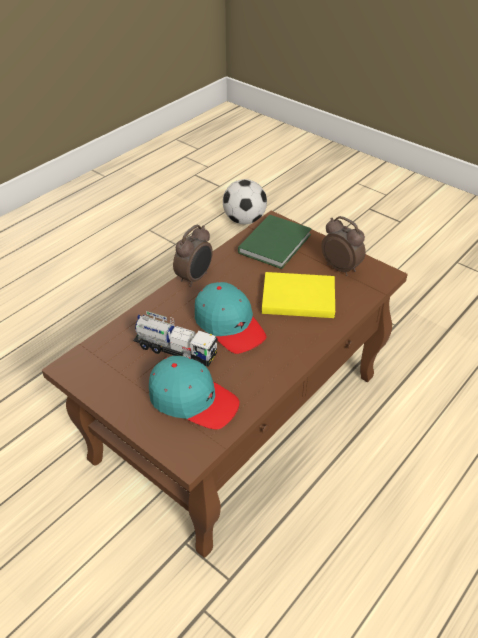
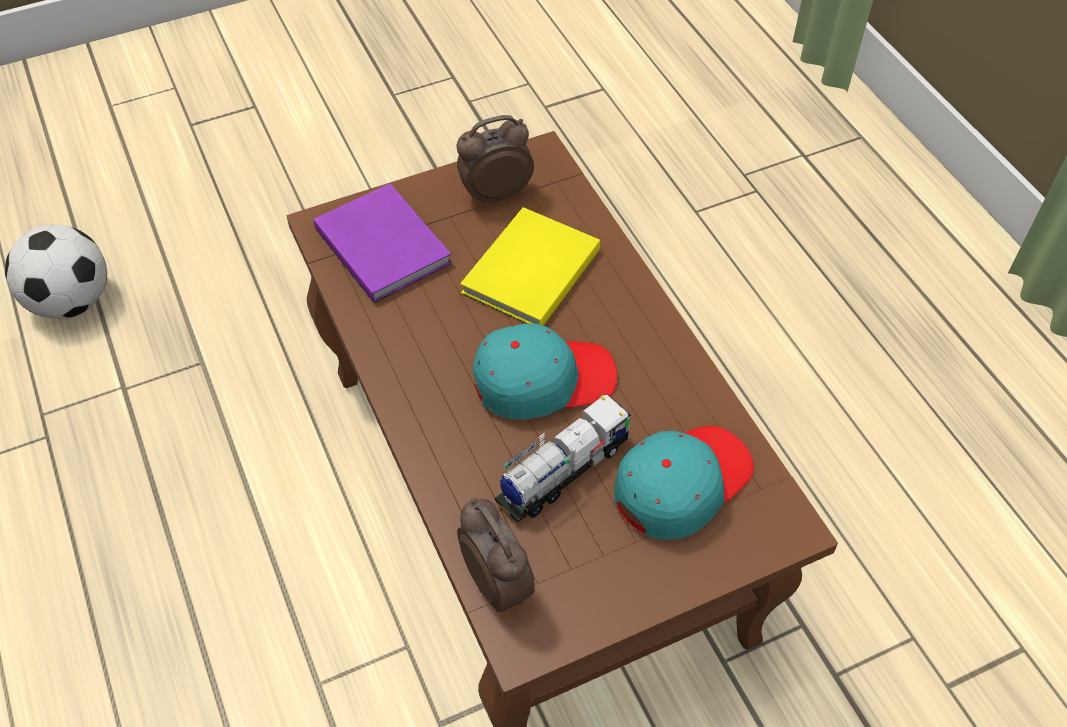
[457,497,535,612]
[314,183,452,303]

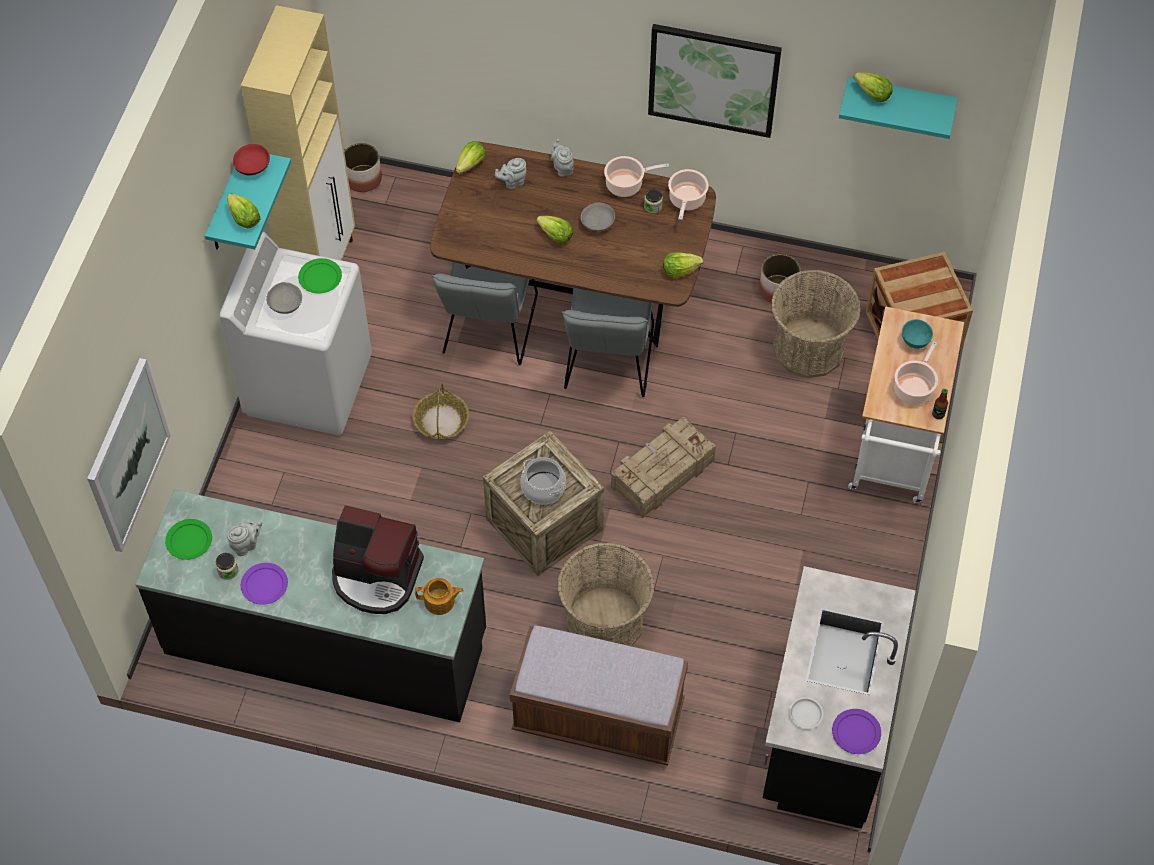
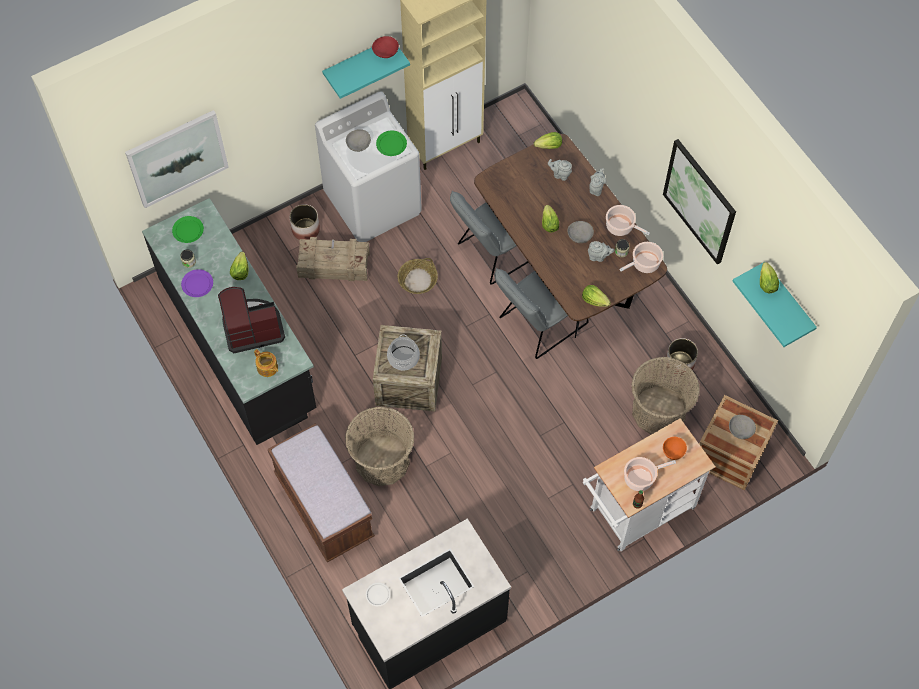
[832,709,881,754] (first image)
[729,415,756,439]
[230,252,249,280]
[588,241,614,262]
[290,204,320,240]
[296,237,370,281]
[663,437,687,460]
[218,287,285,353]

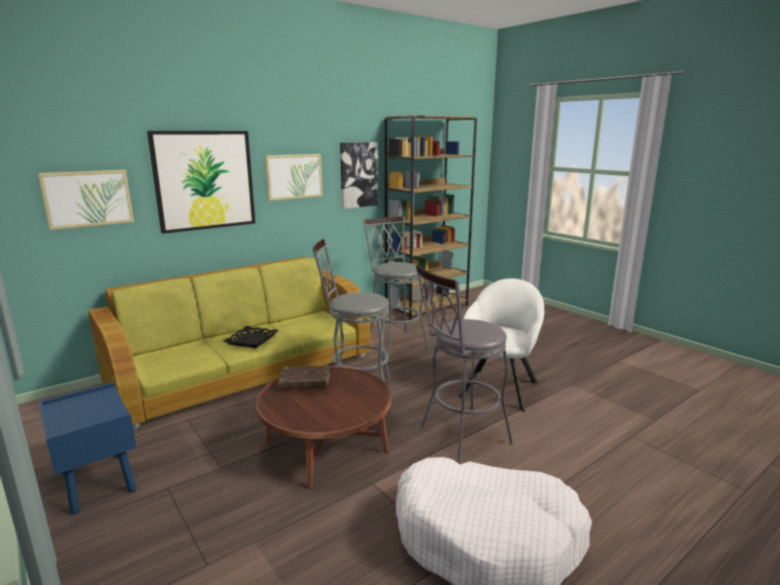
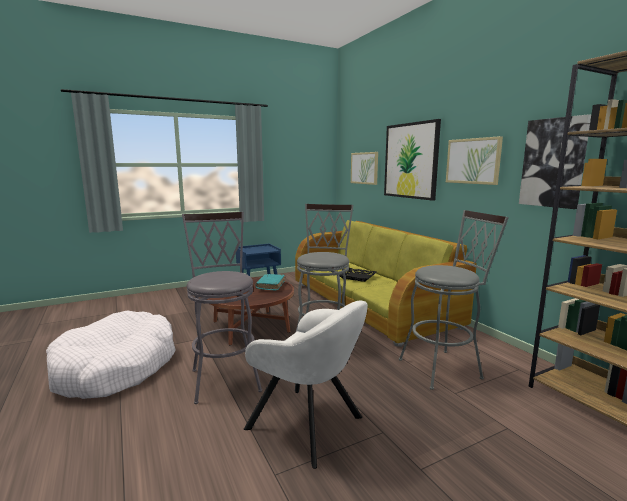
[256,274,285,291]

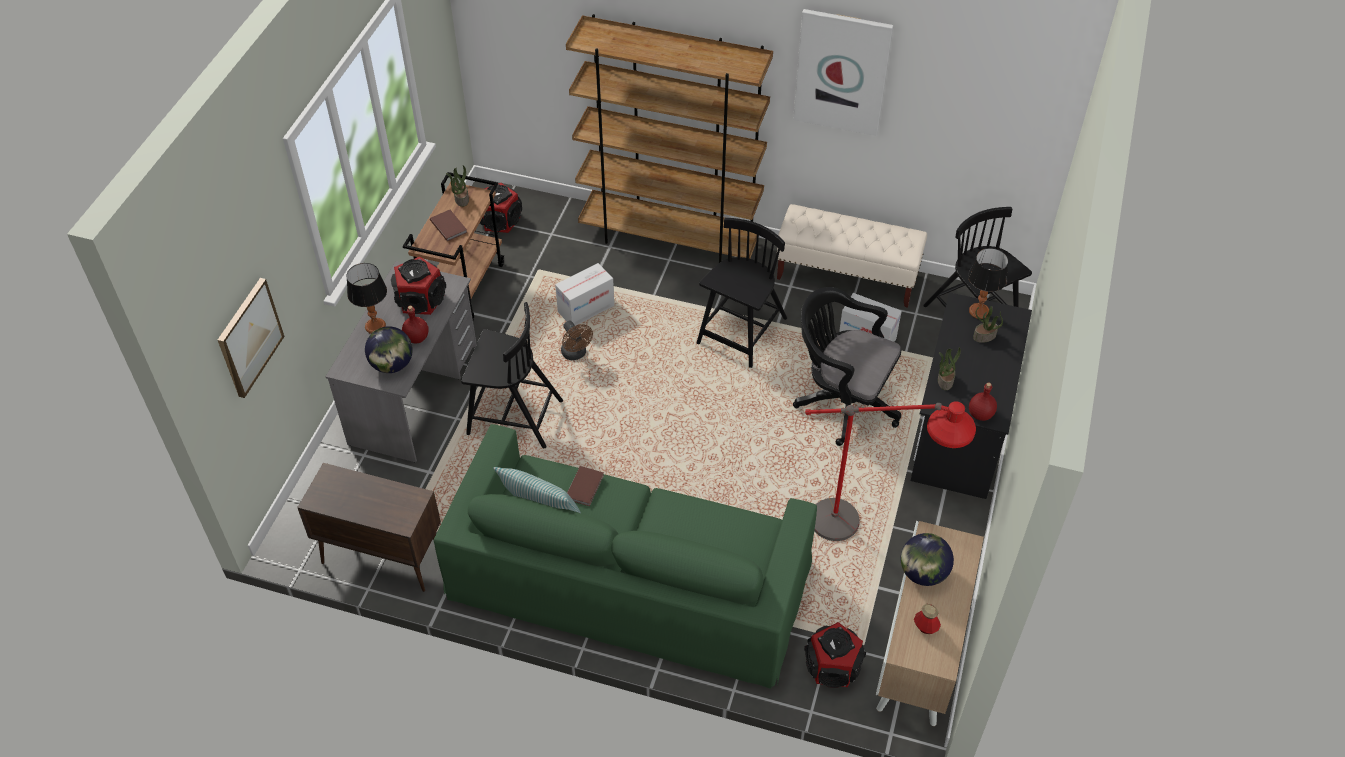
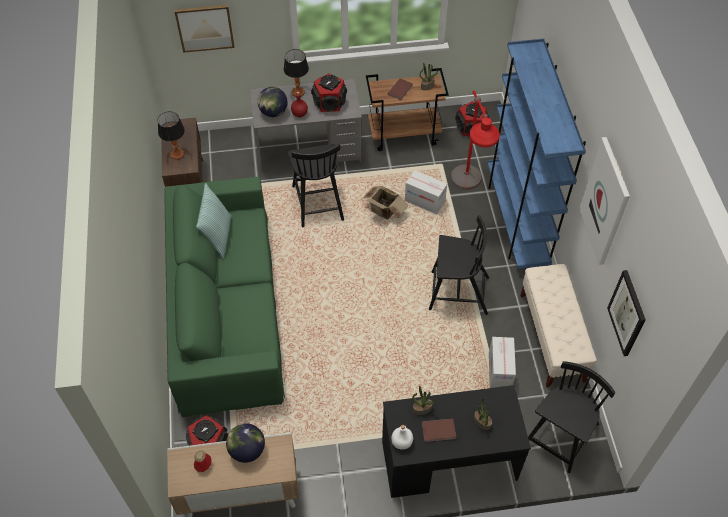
[793,287,901,446] (first image)
[607,270,646,356]
[422,419,456,442]
[450,90,500,190]
[157,111,185,159]
[362,186,409,220]
[487,39,586,269]
[391,425,413,450]

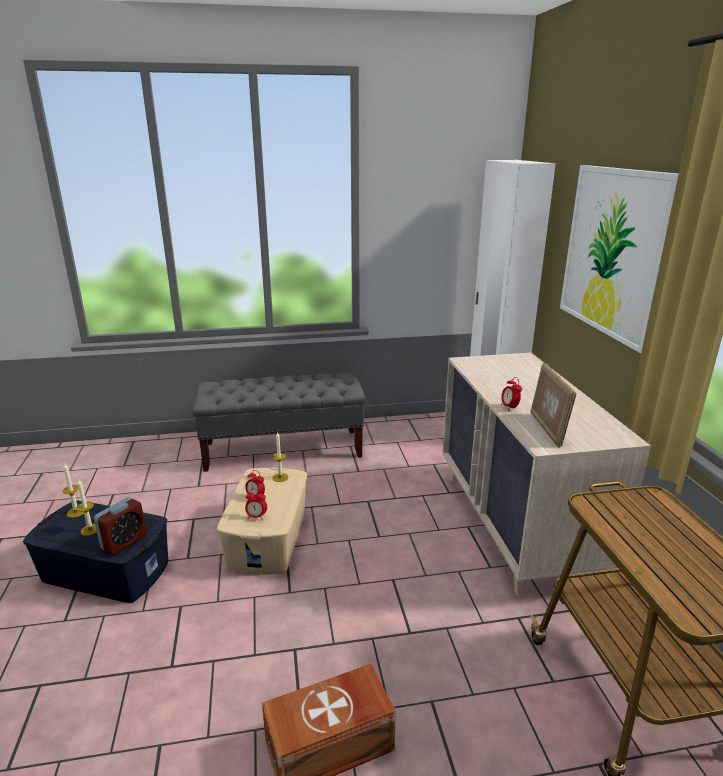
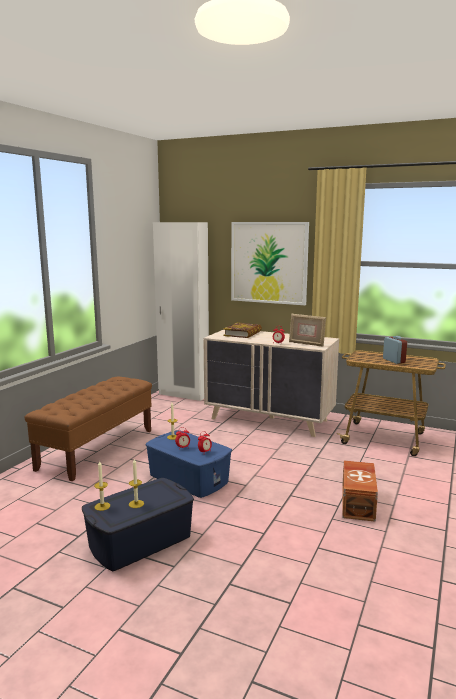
[224,322,262,338]
[383,336,407,364]
[25,377,152,481]
[146,430,232,498]

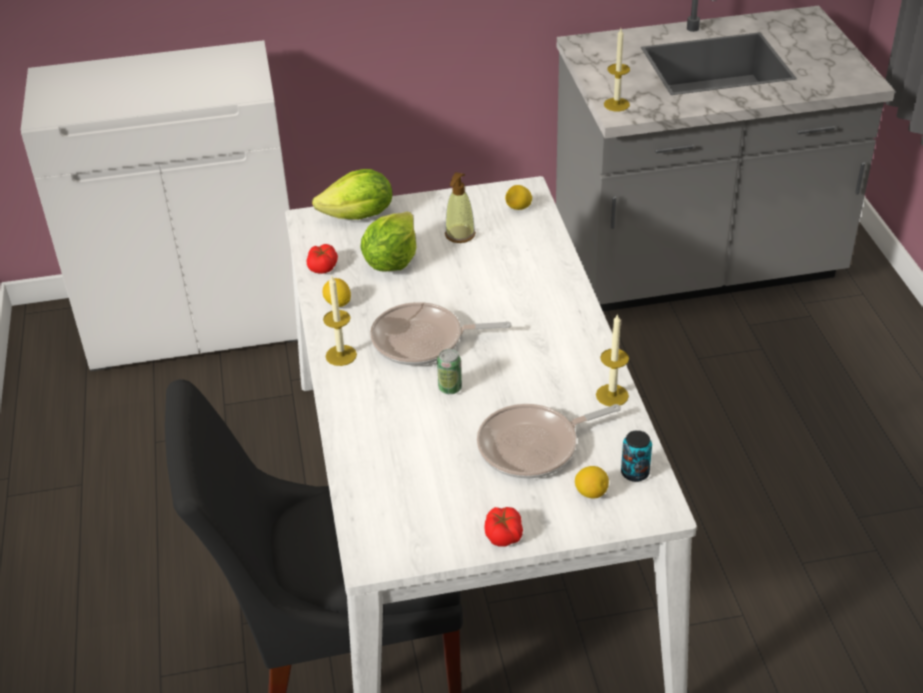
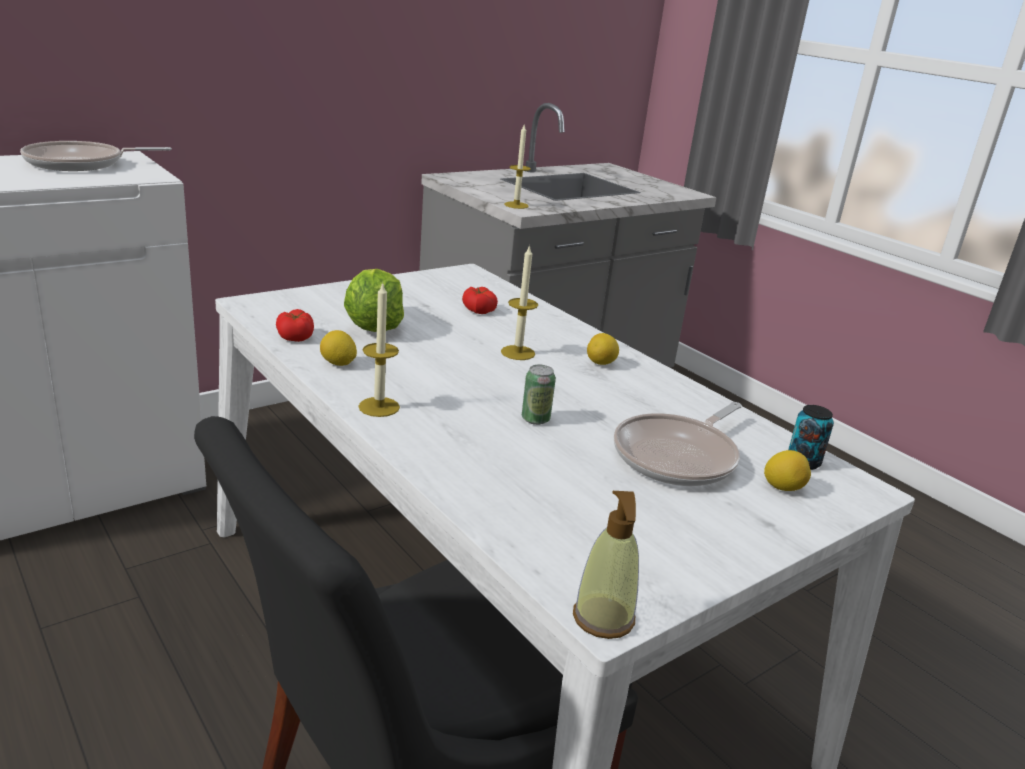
[312,169,392,220] (first image)
[20,141,172,171]
[573,491,639,639]
[462,287,498,314]
[587,333,619,365]
[501,244,538,360]

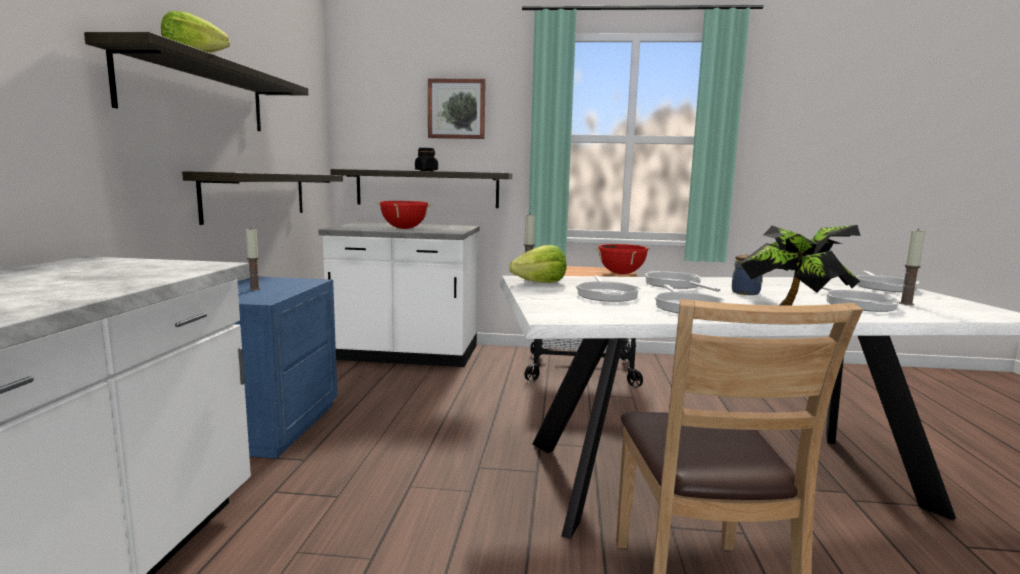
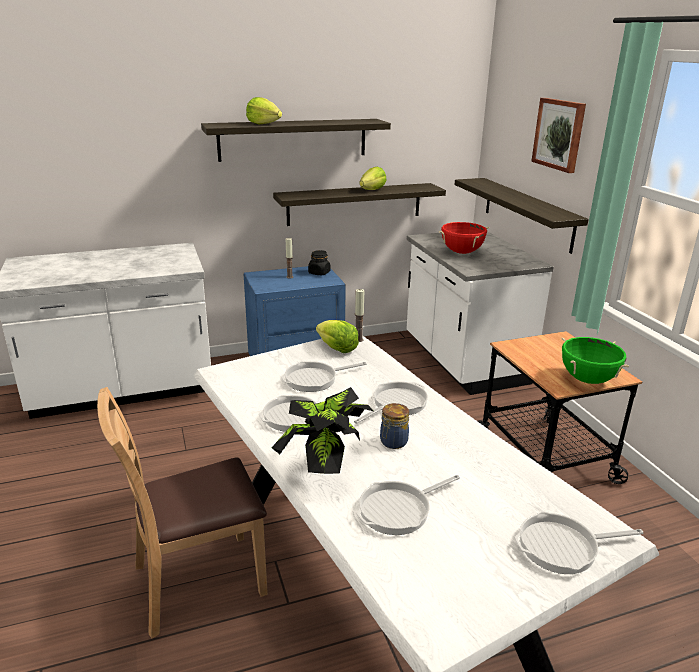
[899,228,925,305] (first image)
[359,167,386,190]
[308,250,330,275]
[561,337,629,384]

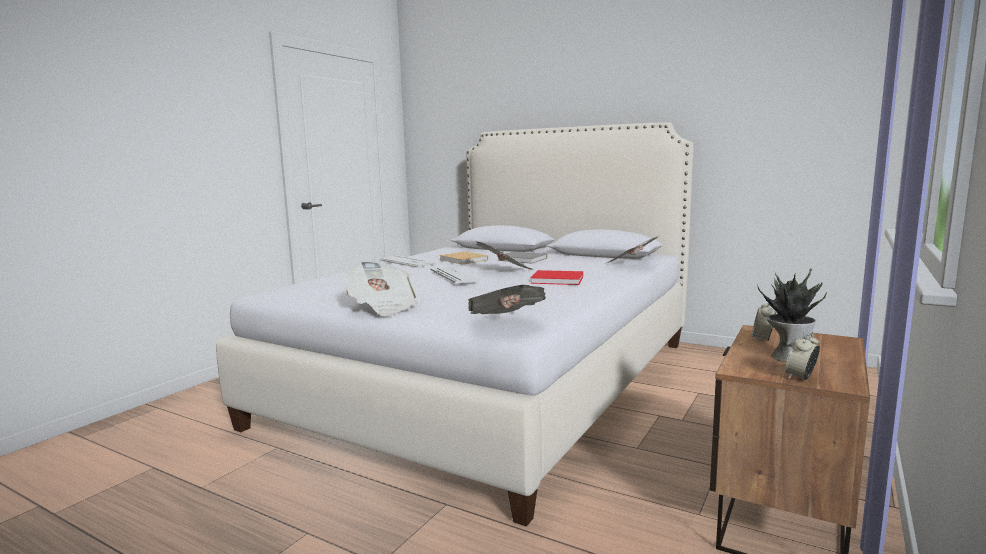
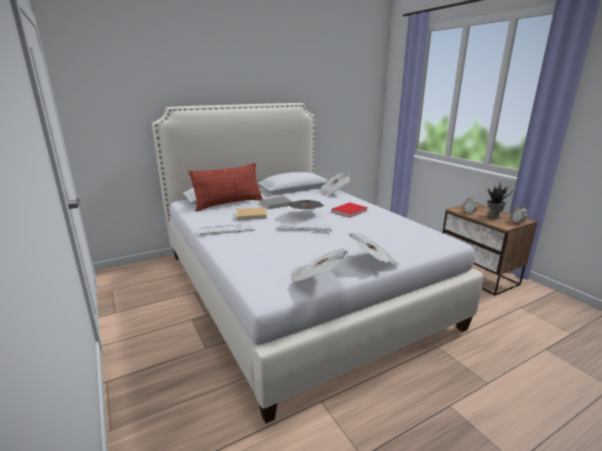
[188,163,263,212]
[293,248,349,283]

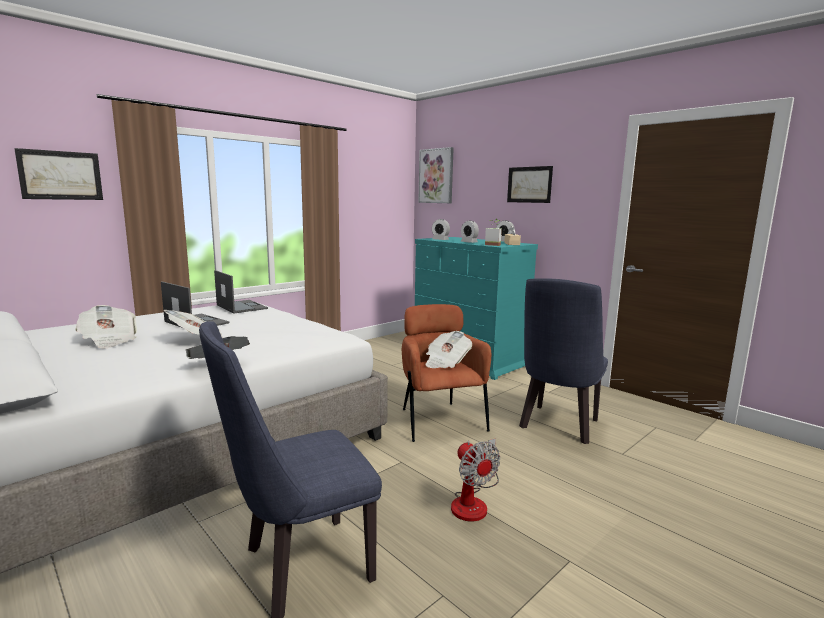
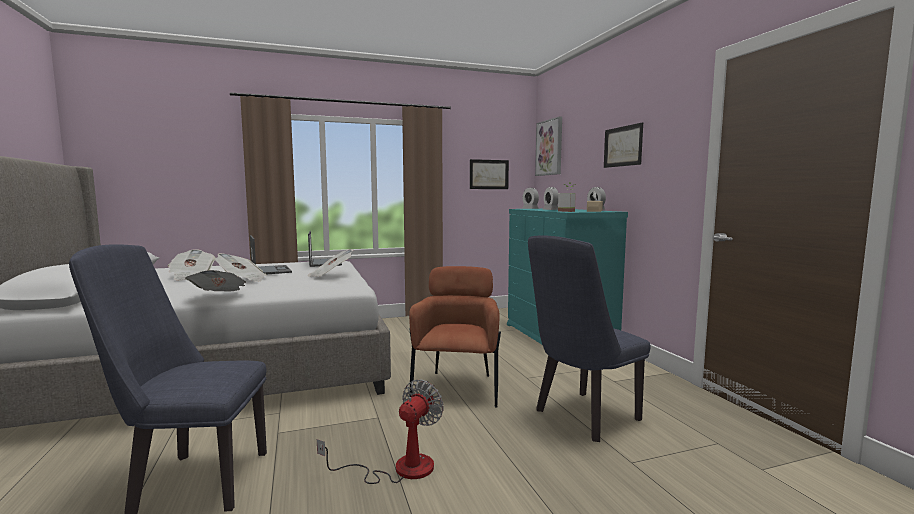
[470,159,509,189]
[308,249,354,277]
[317,379,444,484]

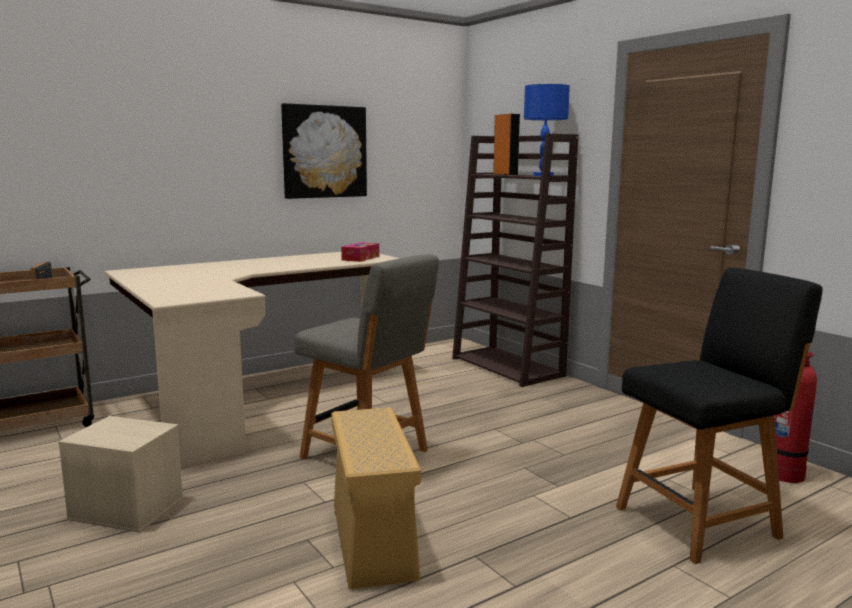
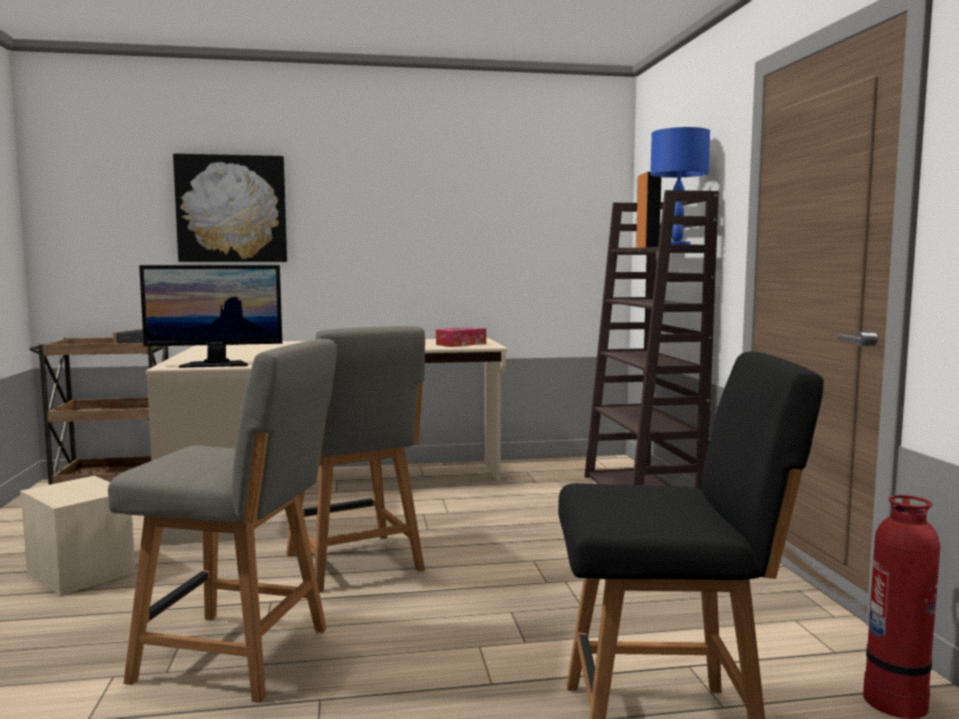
[139,265,282,368]
[173,153,287,262]
[108,339,337,703]

